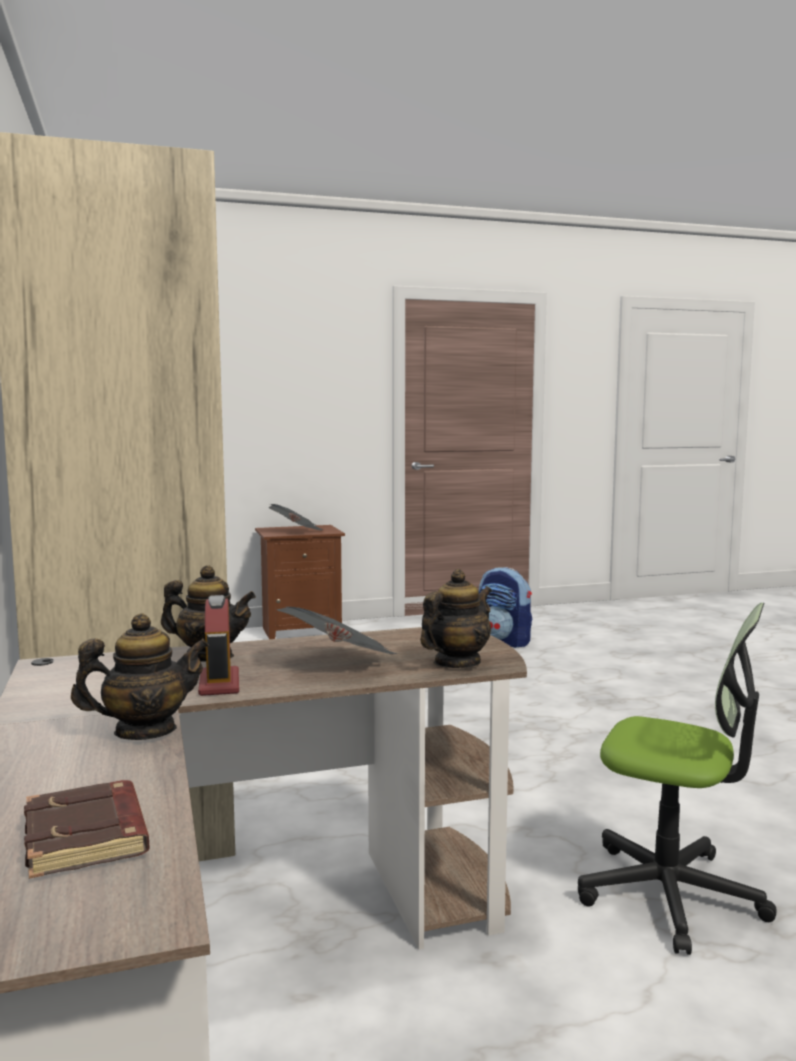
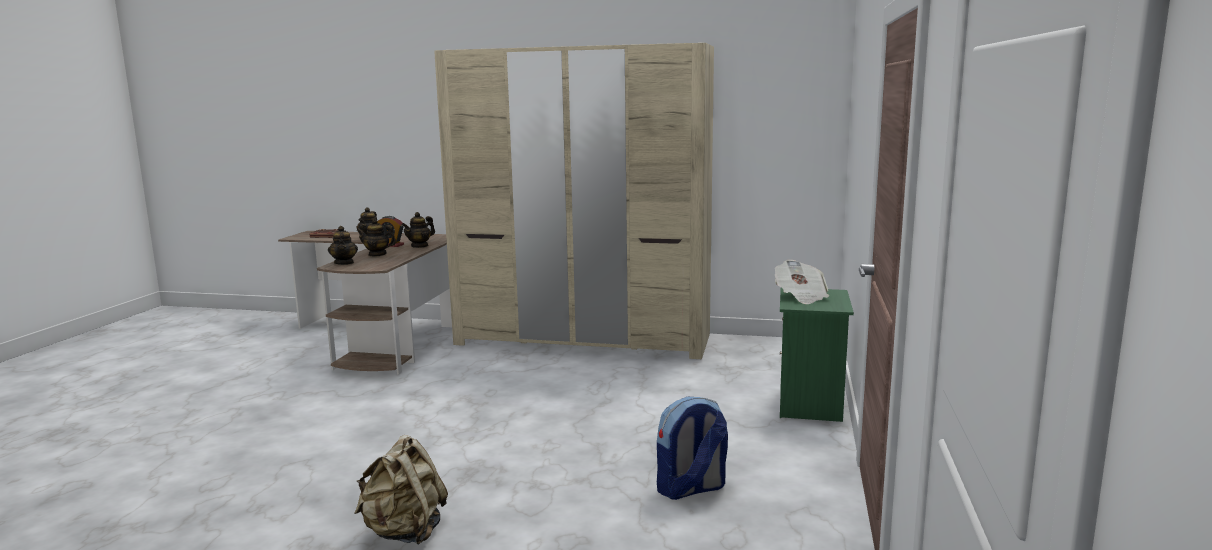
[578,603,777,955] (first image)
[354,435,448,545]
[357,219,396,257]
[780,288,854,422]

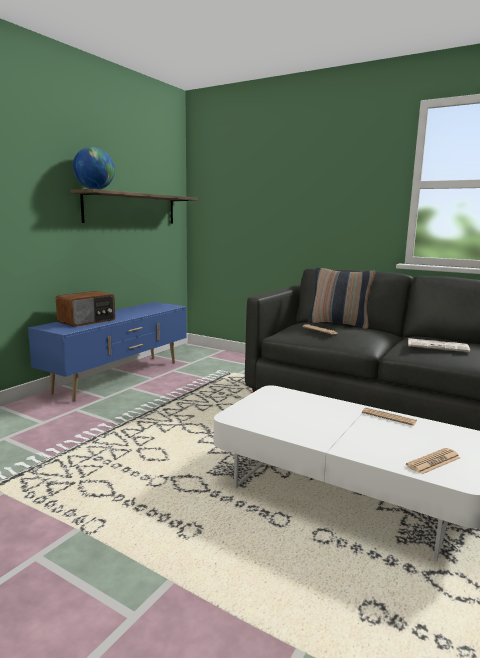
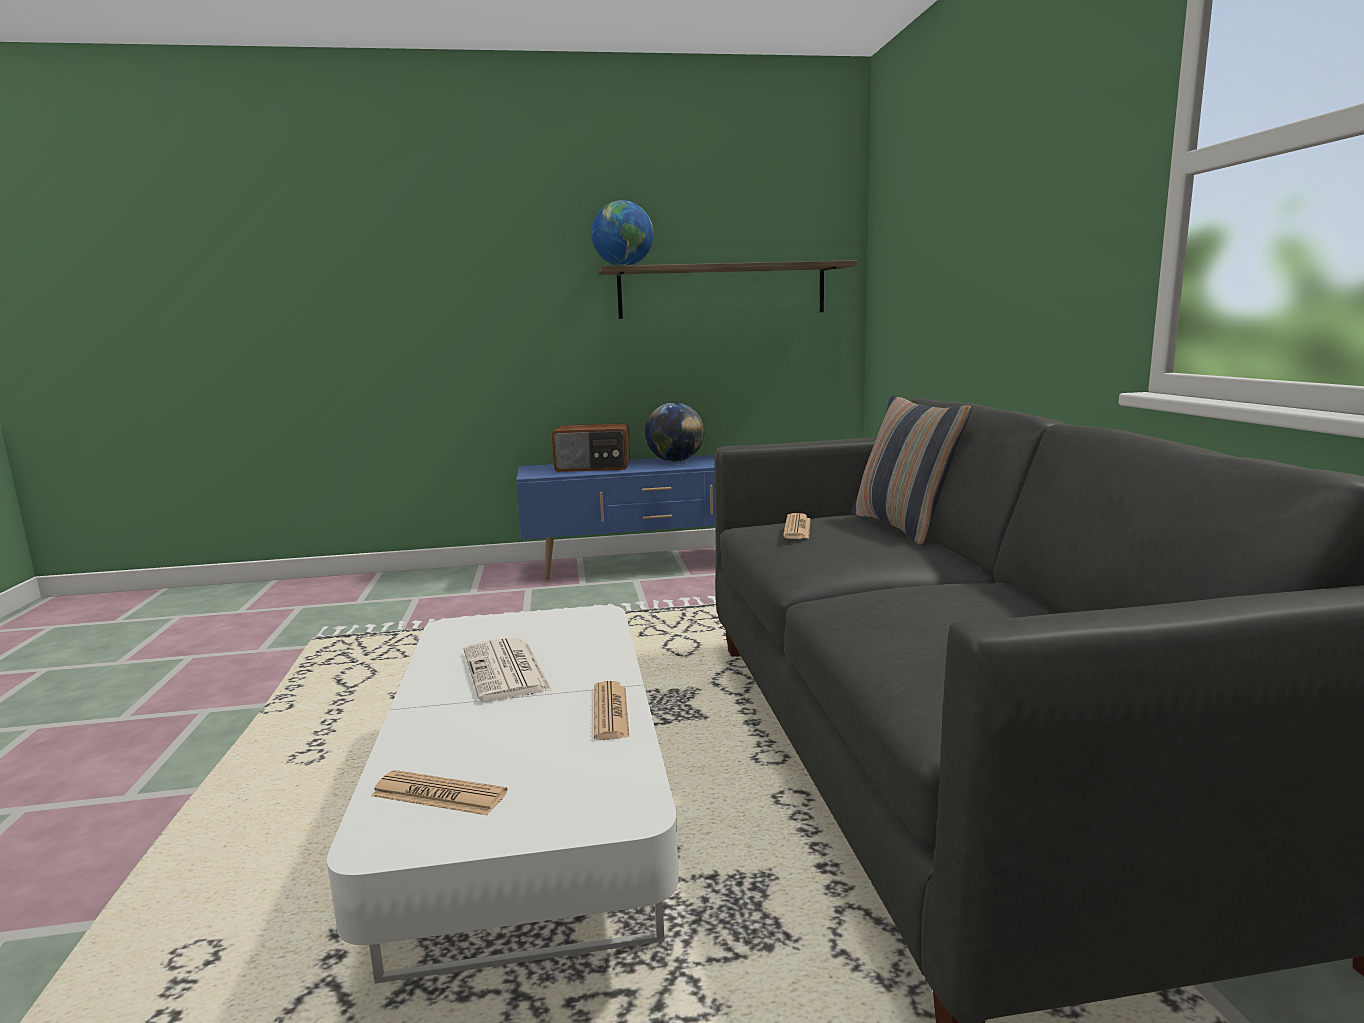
[645,402,704,462]
[464,637,552,702]

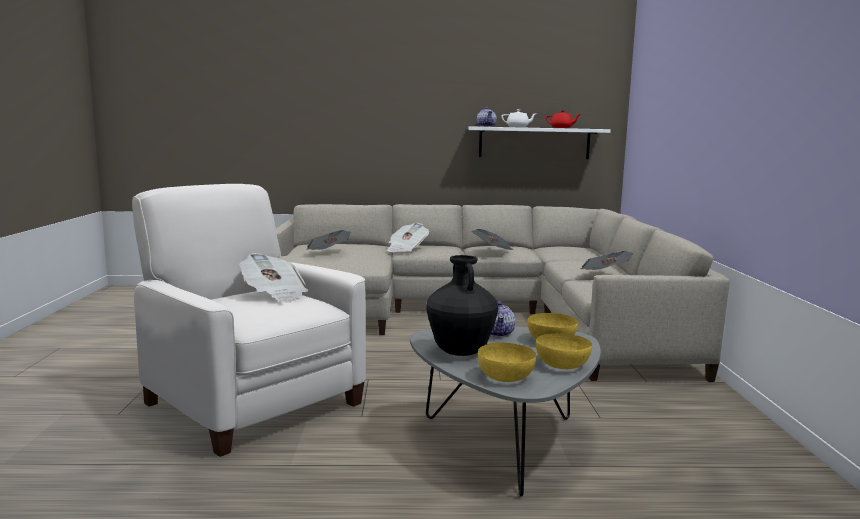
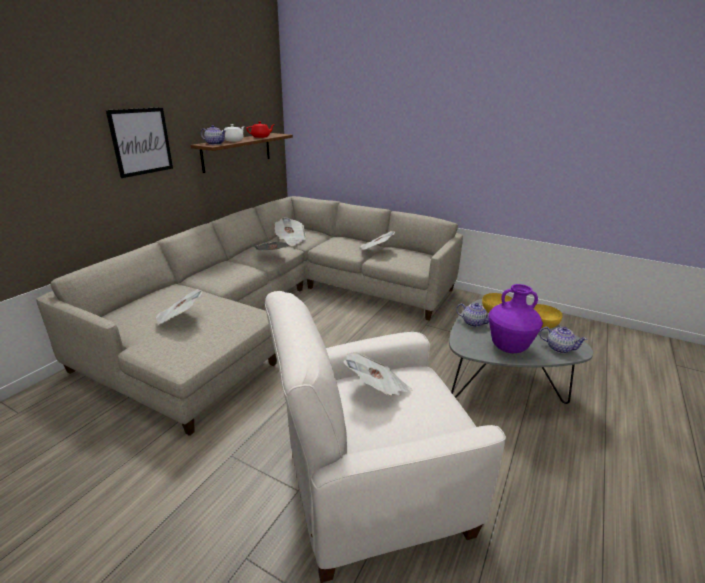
[106,107,173,178]
[275,217,306,246]
[539,327,588,353]
[488,284,543,353]
[191,133,293,173]

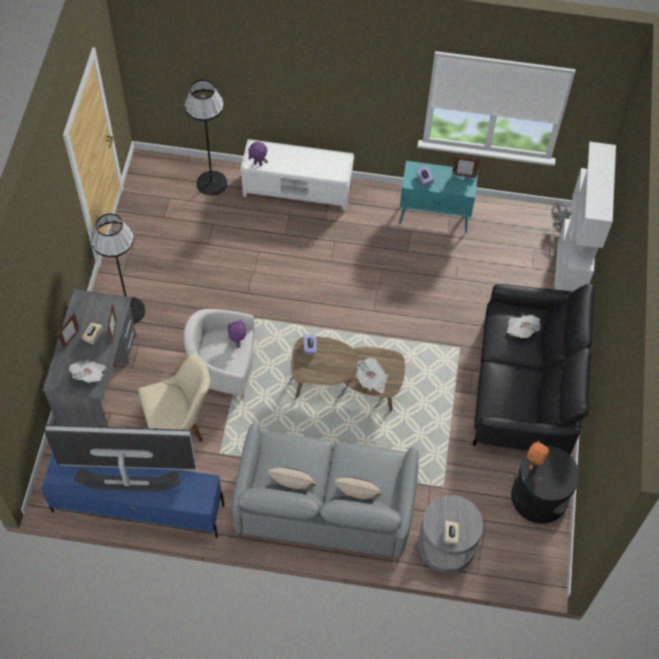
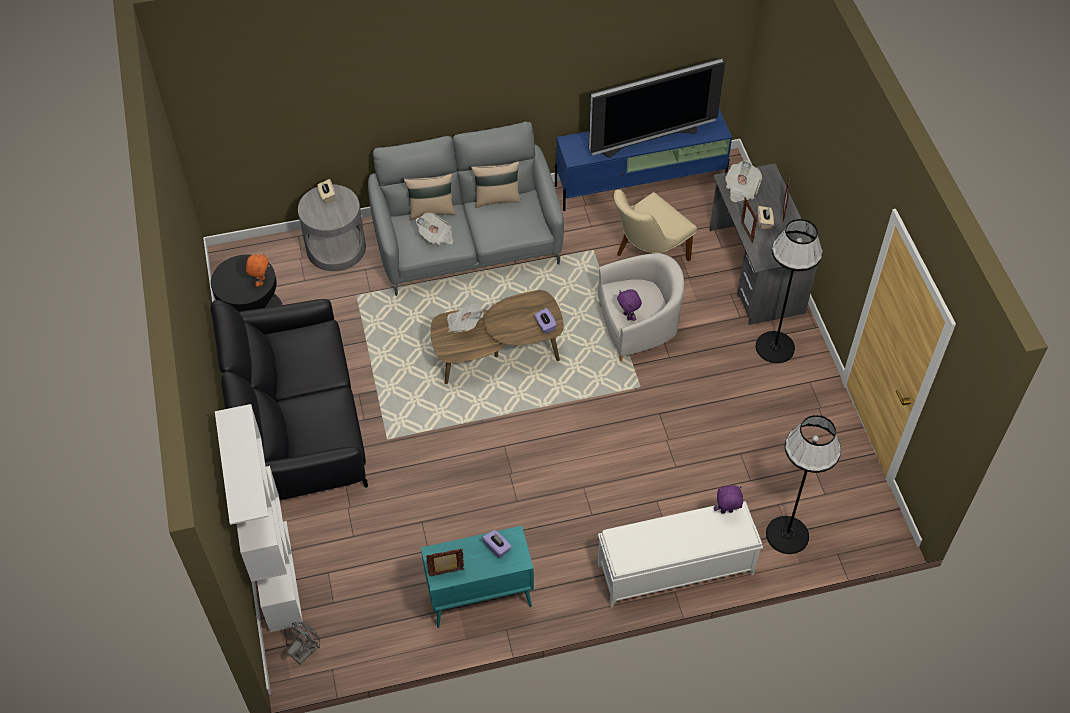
[416,213,453,245]

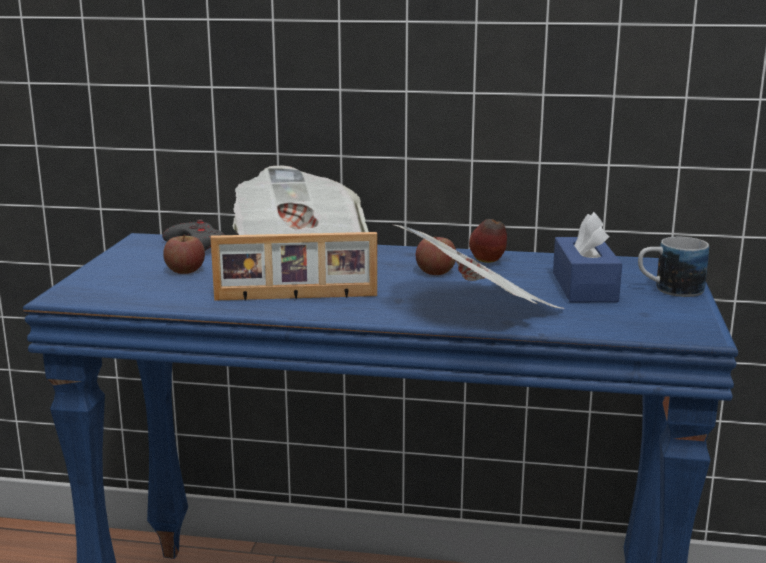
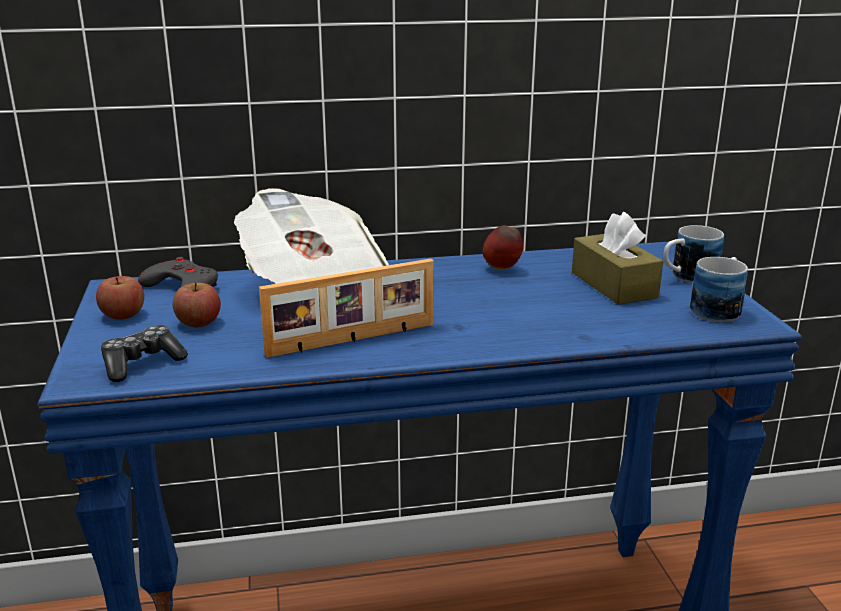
[395,225,565,309] (first image)
[101,325,188,382]
[690,257,748,322]
[96,276,144,320]
[572,212,663,305]

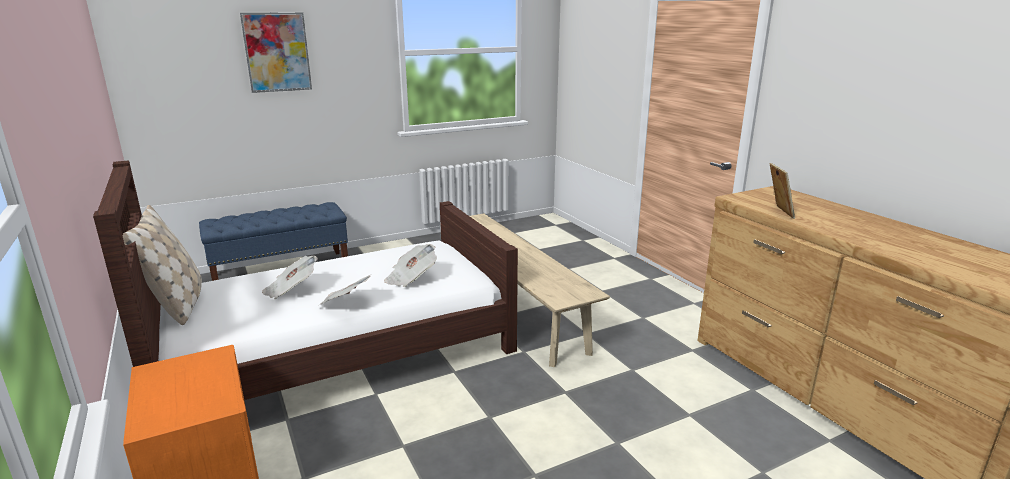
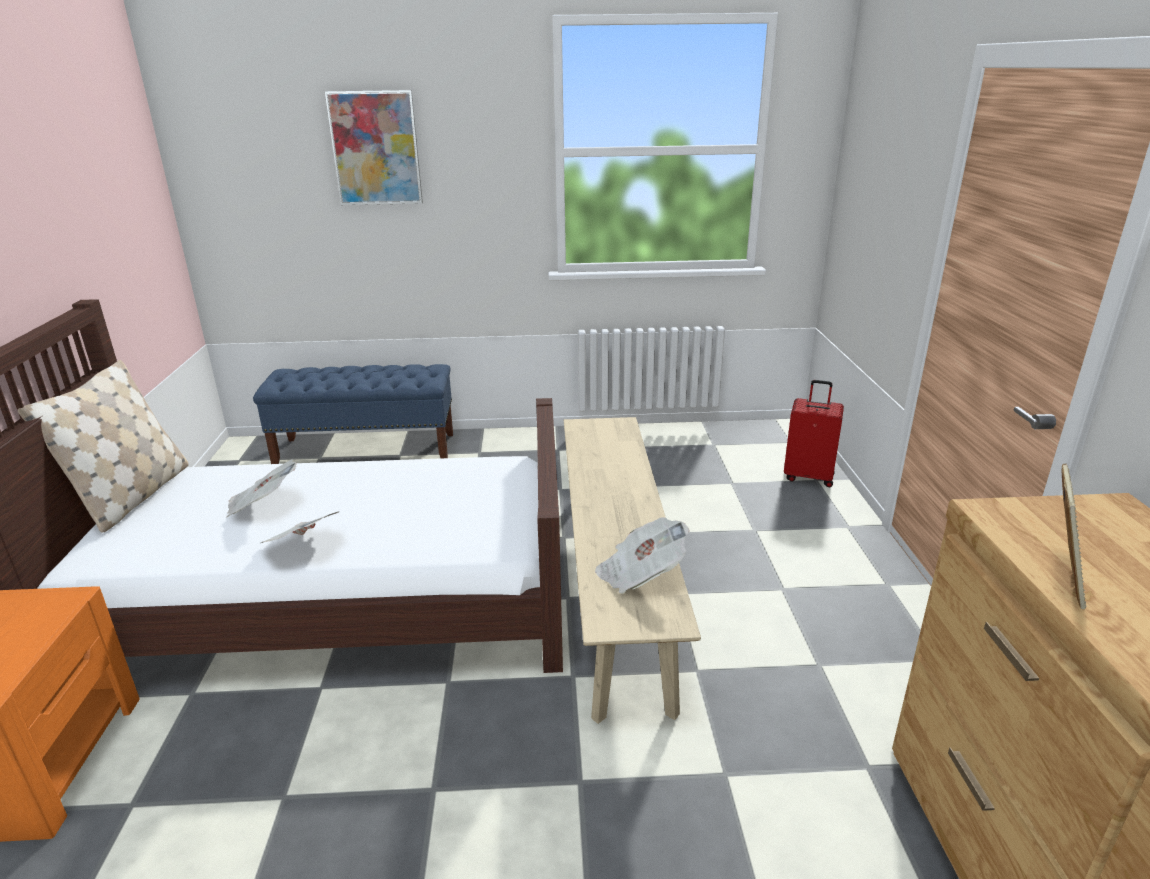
[784,380,844,487]
[595,517,690,594]

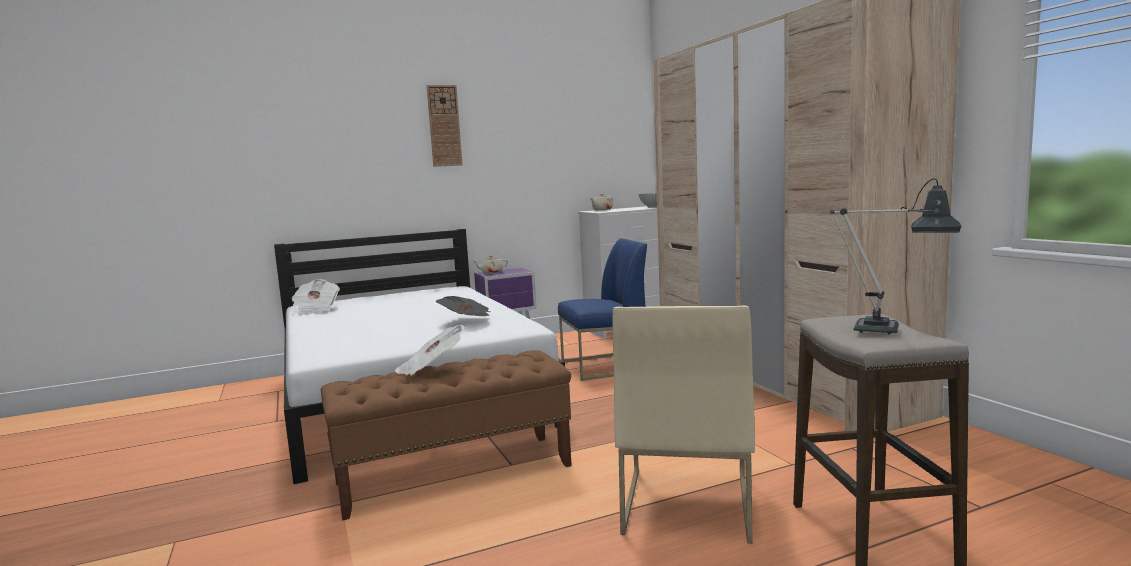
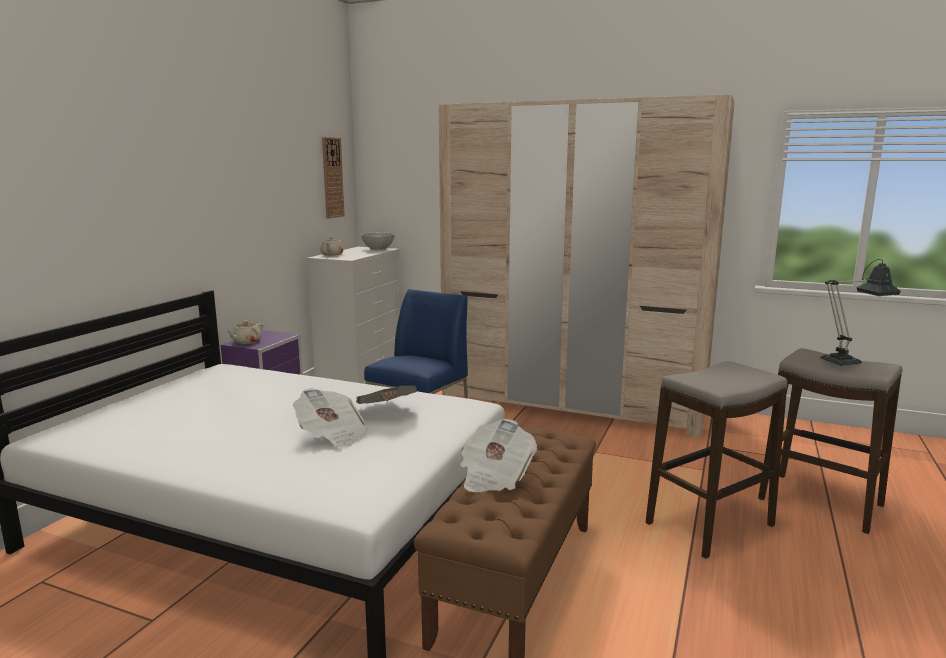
[293,388,368,449]
[322,137,345,219]
[646,361,787,559]

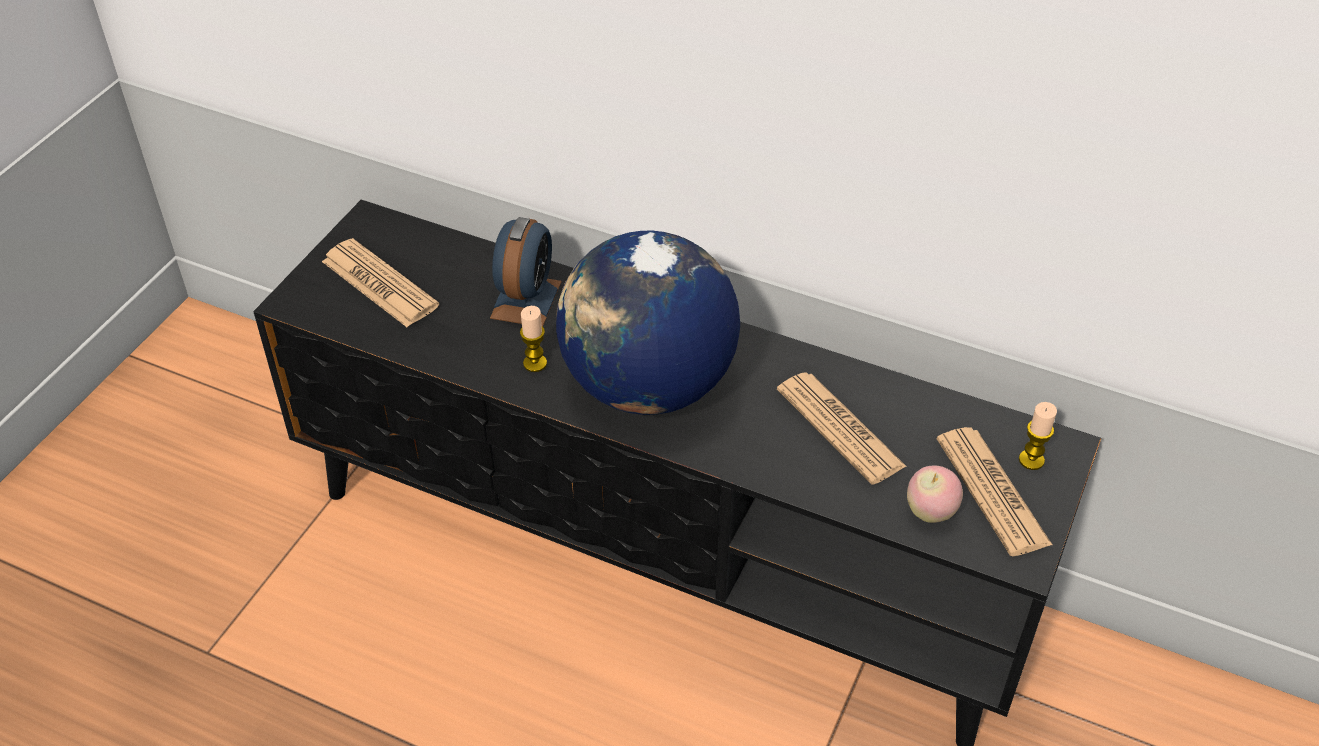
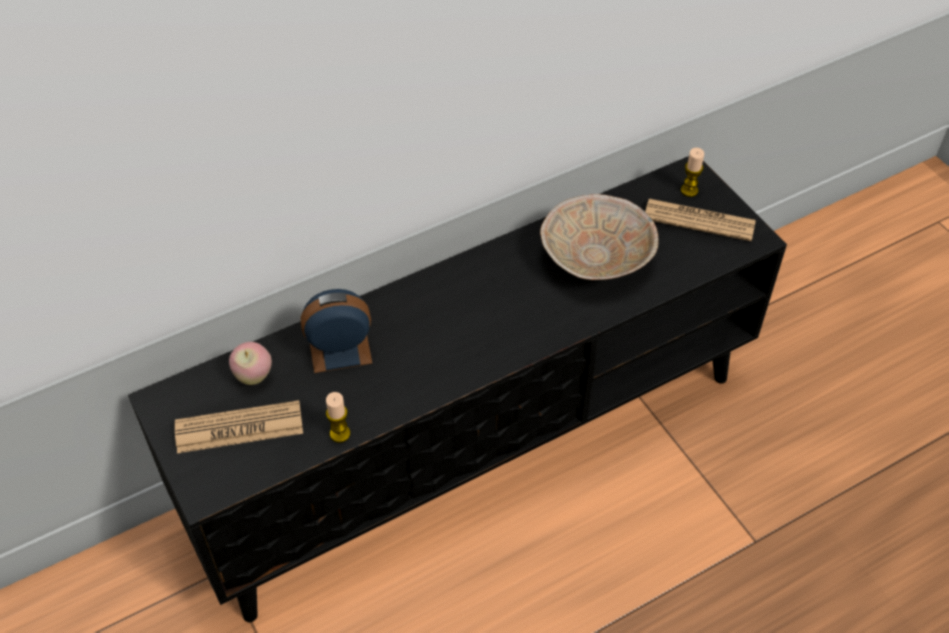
[556,231,740,415] (first image)
[326,392,350,442]
[229,342,272,385]
[540,194,658,280]
[301,289,372,373]

